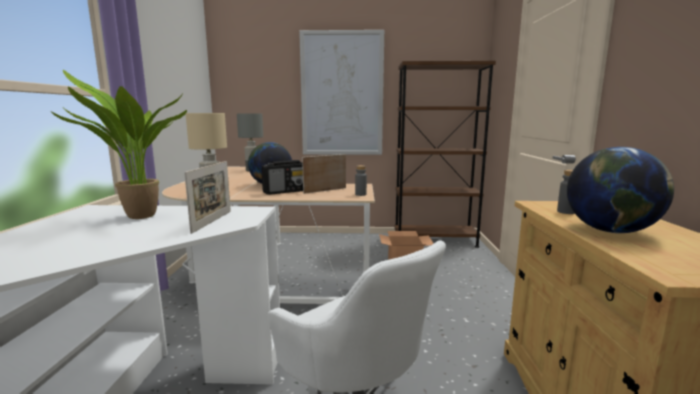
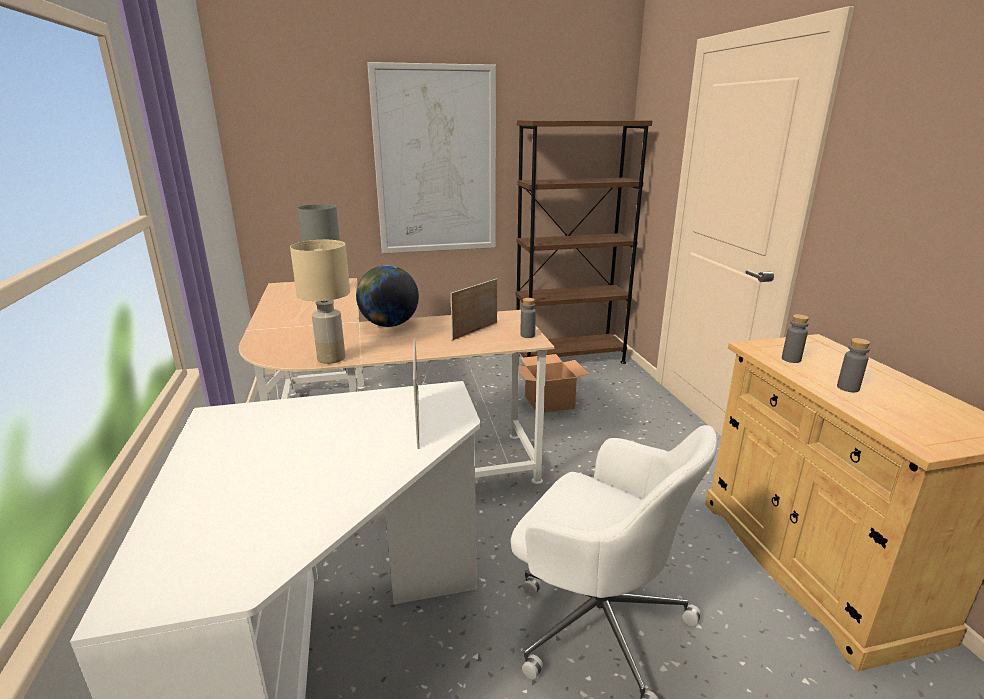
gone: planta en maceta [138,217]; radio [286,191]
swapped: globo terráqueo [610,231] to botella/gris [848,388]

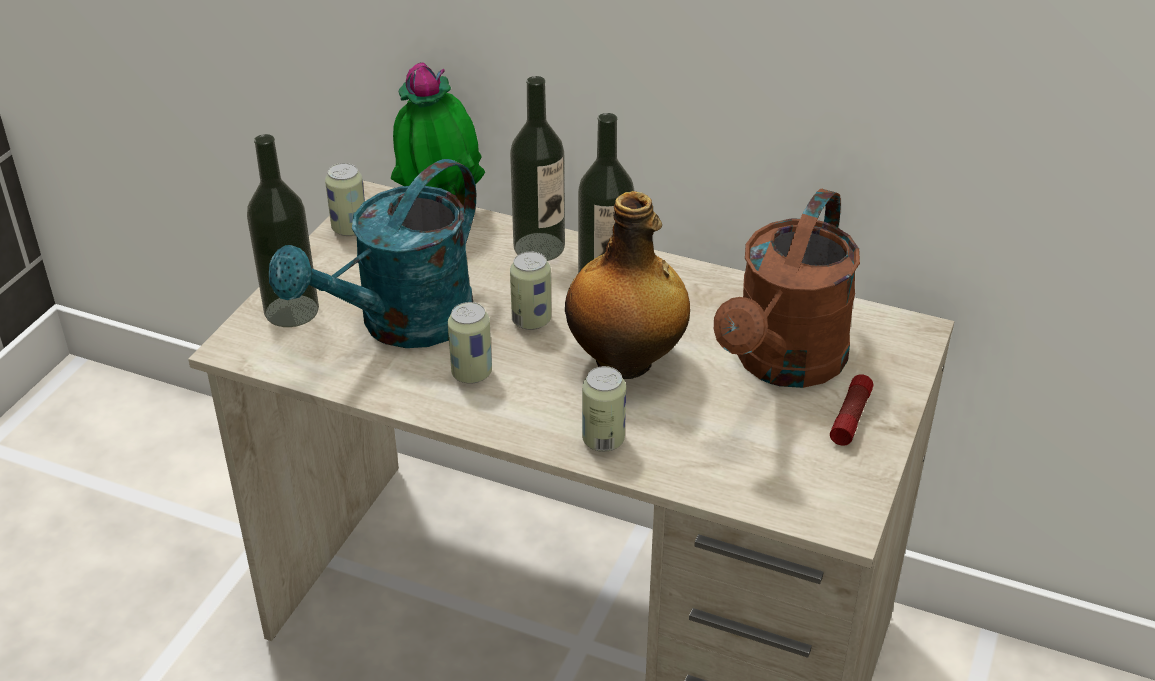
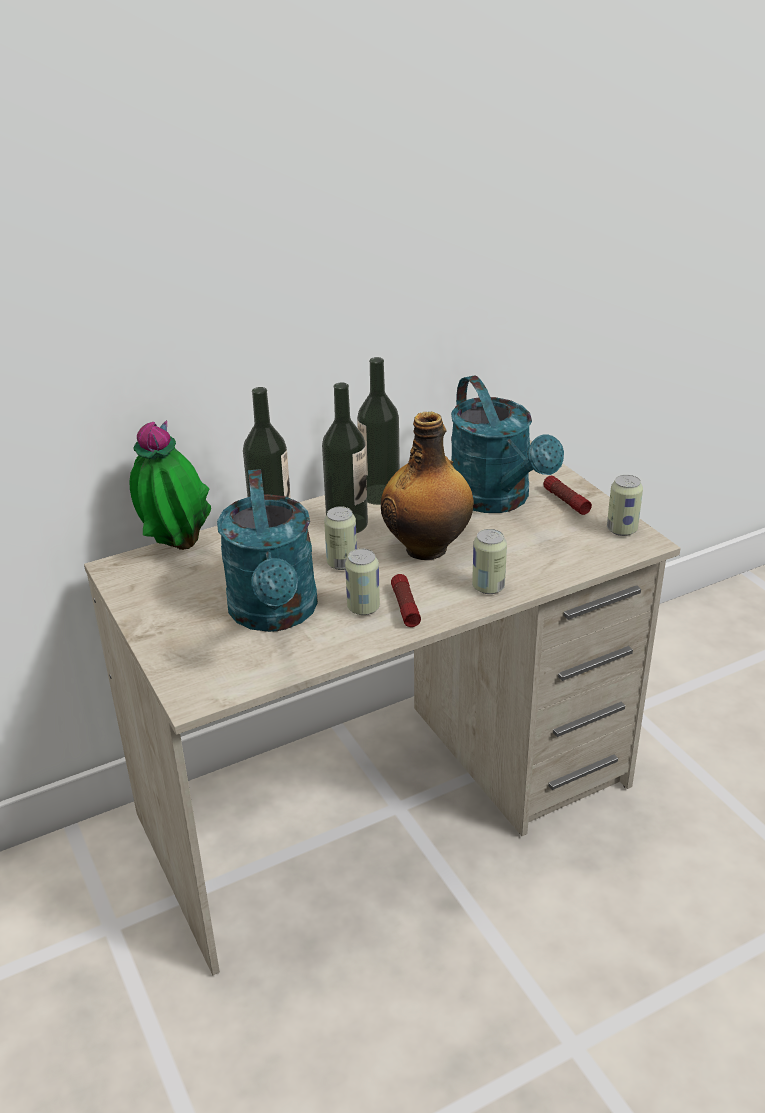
new: linterna [405,607]
shifted: botella [291,311] to [380,494]; lata [349,228] to [621,530]
repainted: regadera/marrón [783,365] to regadera/turquesa [497,500]

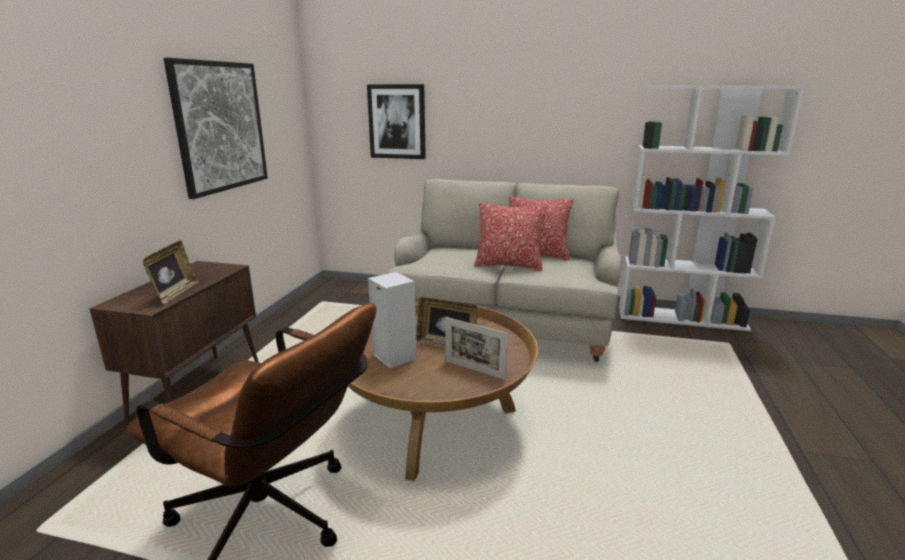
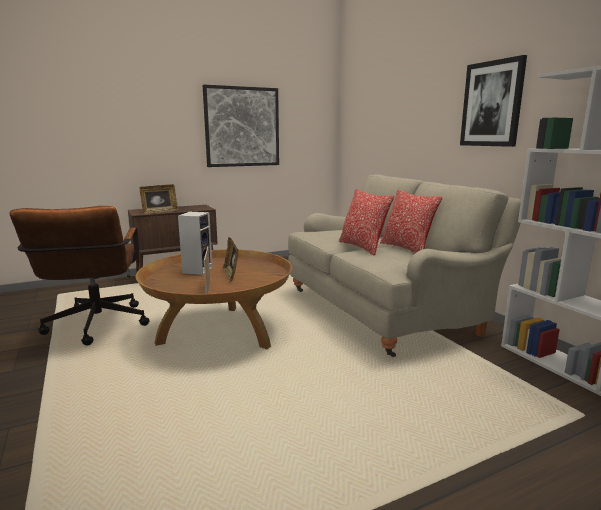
shifted: cuadro [397,122] to [492,104]

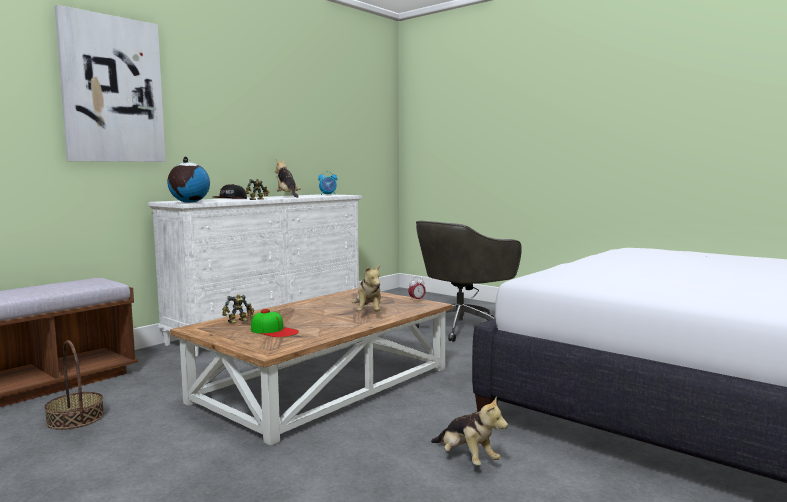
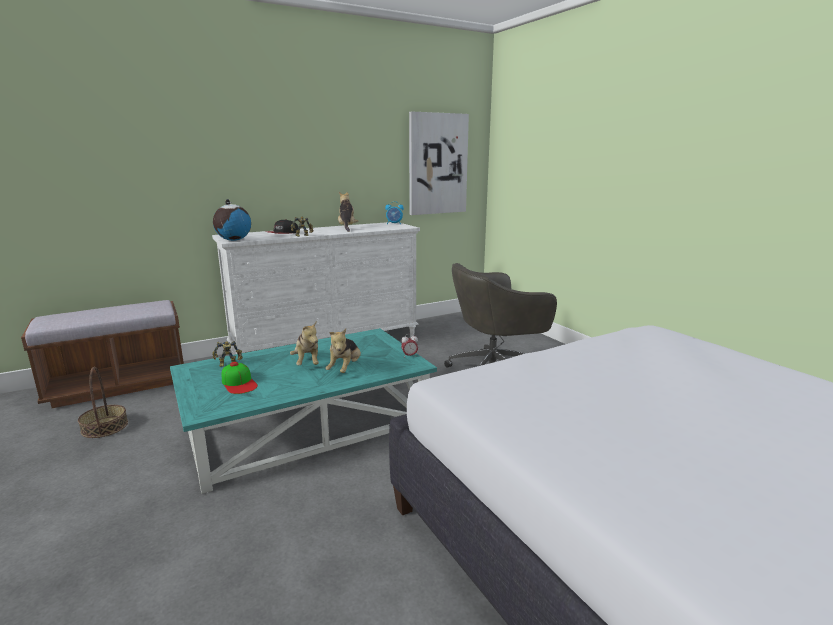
shifted: cuadro [112,90] to [437,164]; peluche [466,459] to [307,362]
repainted: mesa de centro/marrón [324,384] to mesa de centro/turquesa [308,425]

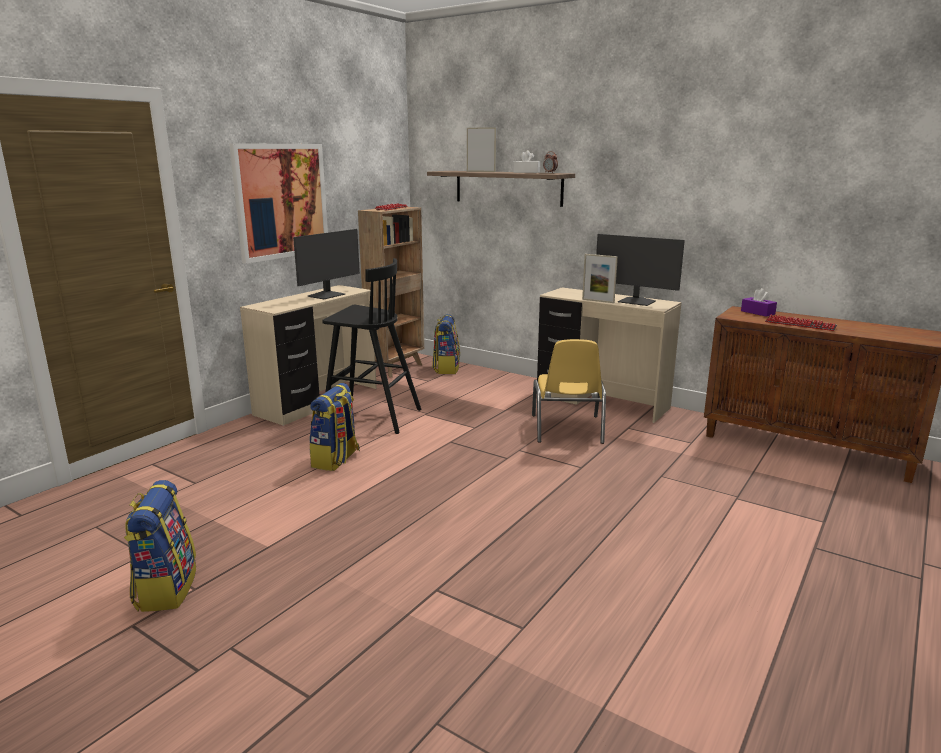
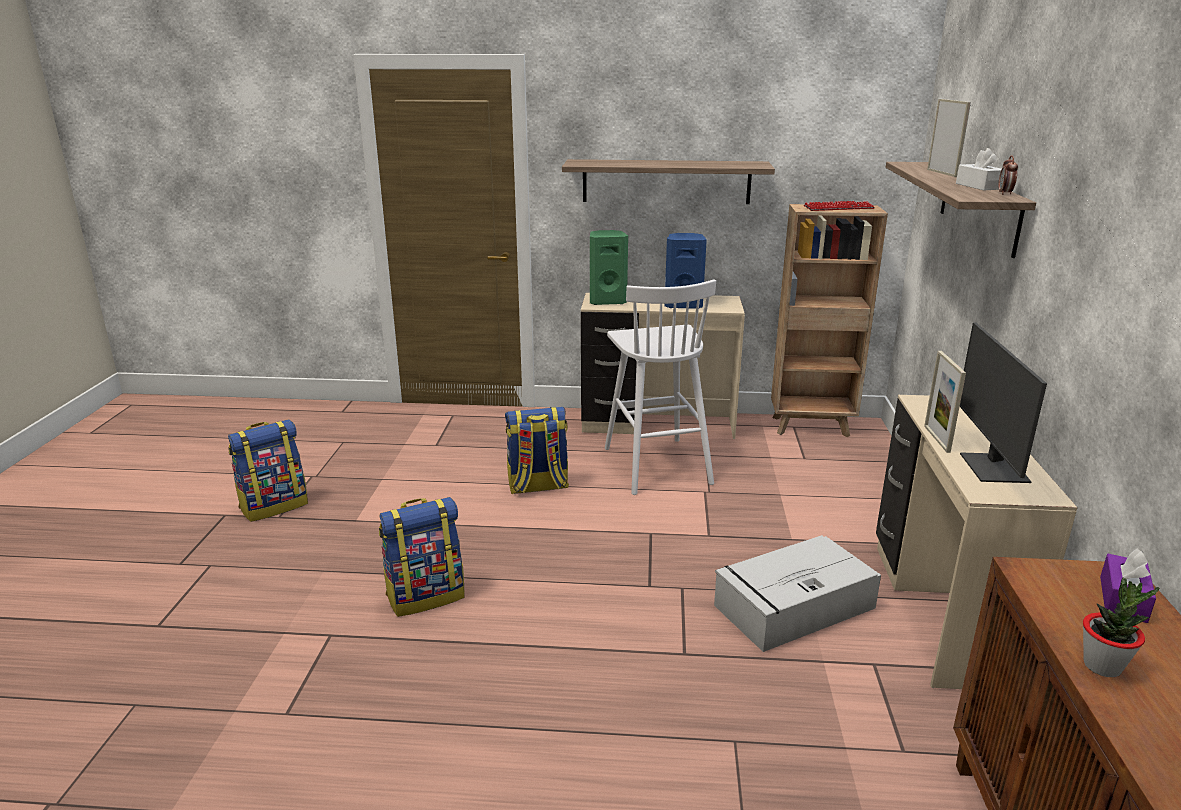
new: altavoz/verde [607,301]
shifted: mochila [446,368] to [426,596]
swapped: cuadro [281,201] to estante [666,181]; monitor [327,295] to altavoz/azul [683,305]; silla/amarillo [567,429] to caja de almacenaje/gris [792,607]; teclado [800,324] to planta en maceta [1102,666]
repainted: taburete/negro [370,417] to taburete/blanco [656,465]

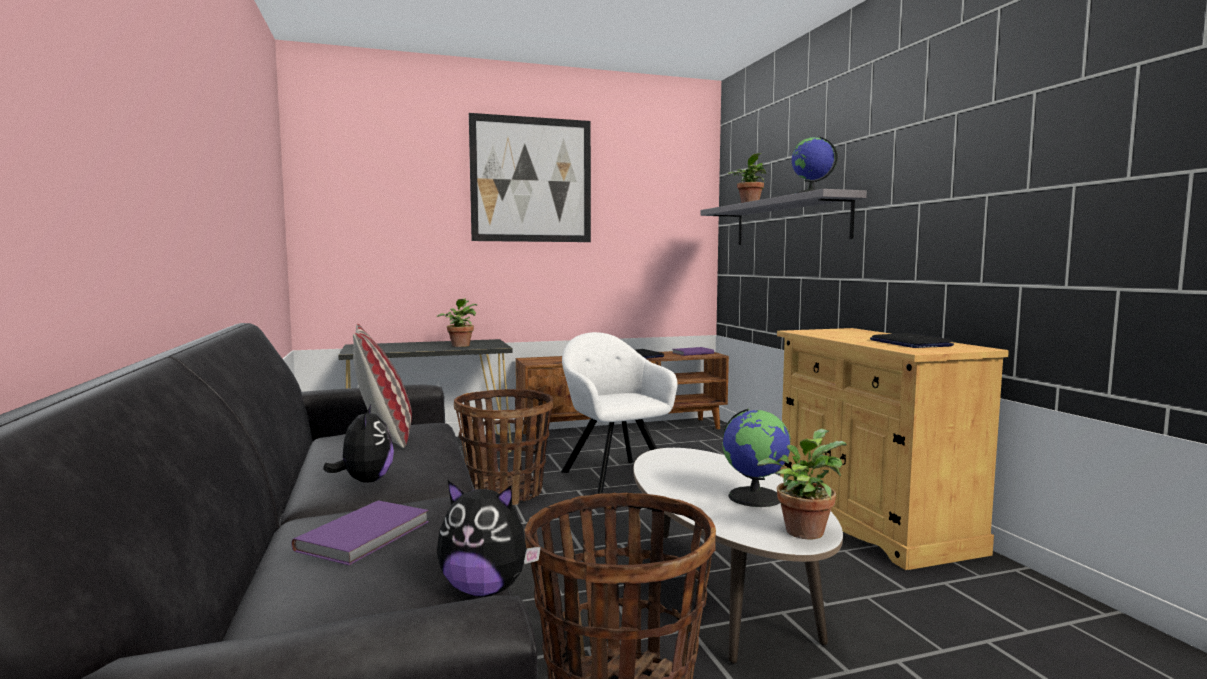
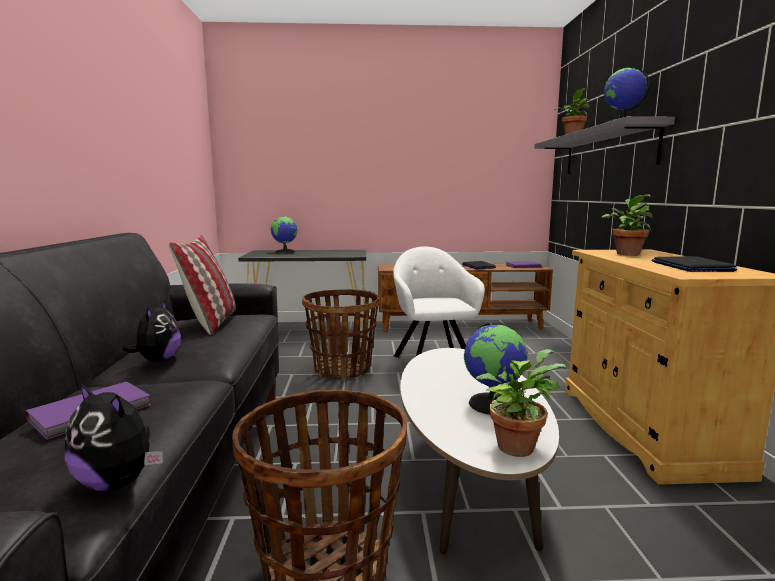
gone: cuadro [531,180]
new: globo terráqueo [285,252]
shifted: planta en maceta [460,345] to [626,254]

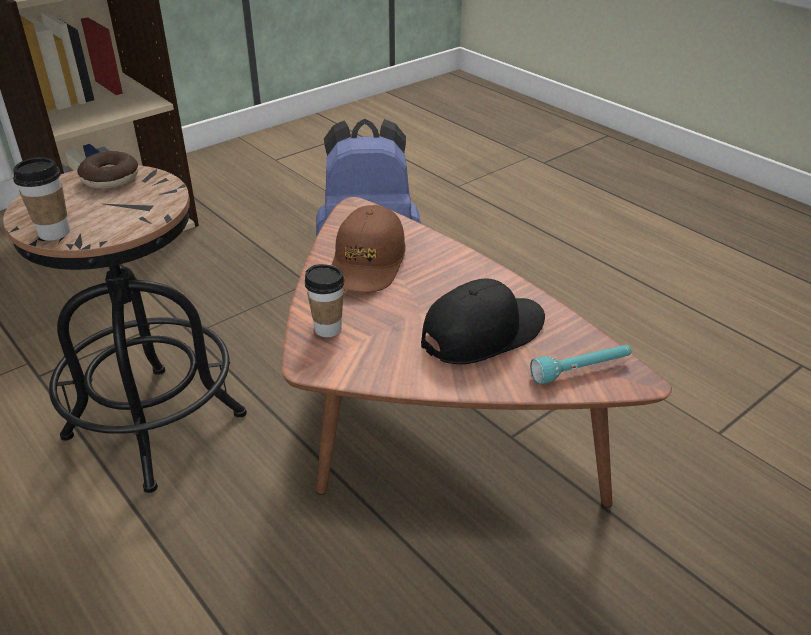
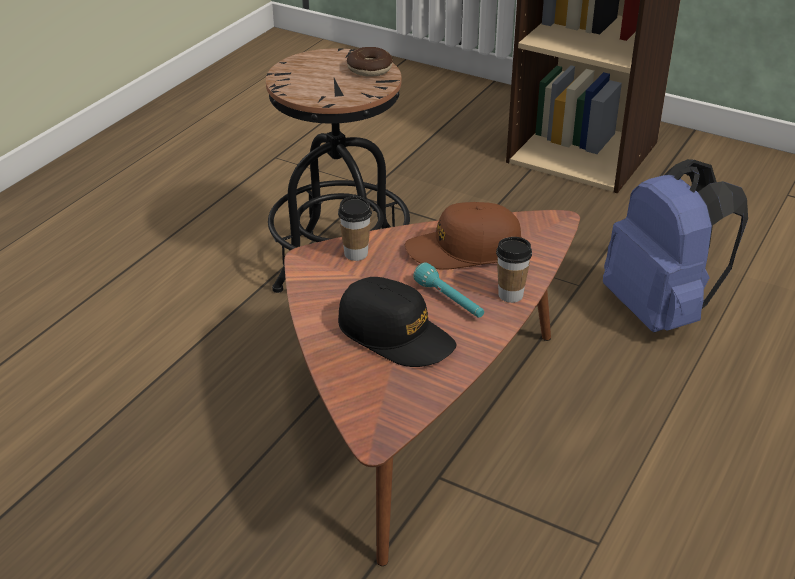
shifted: taza [54,233] to [510,295]; linterna/turquesa [581,370] to [450,301]

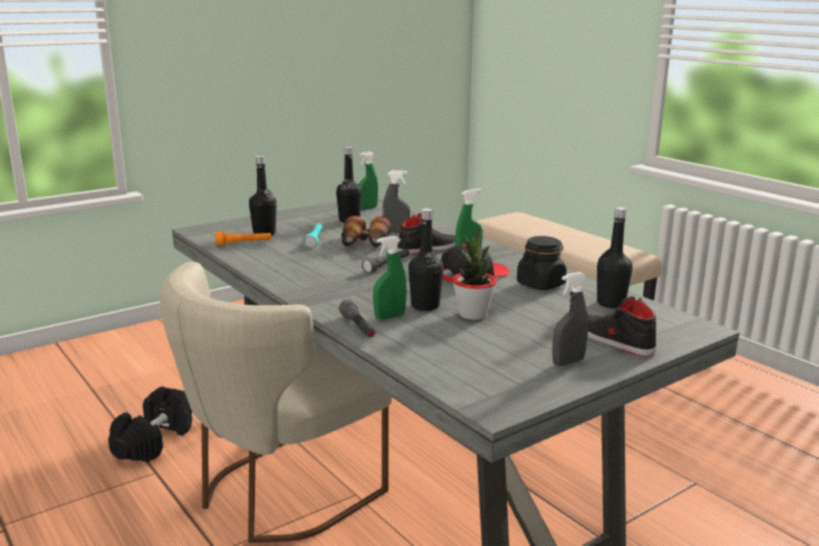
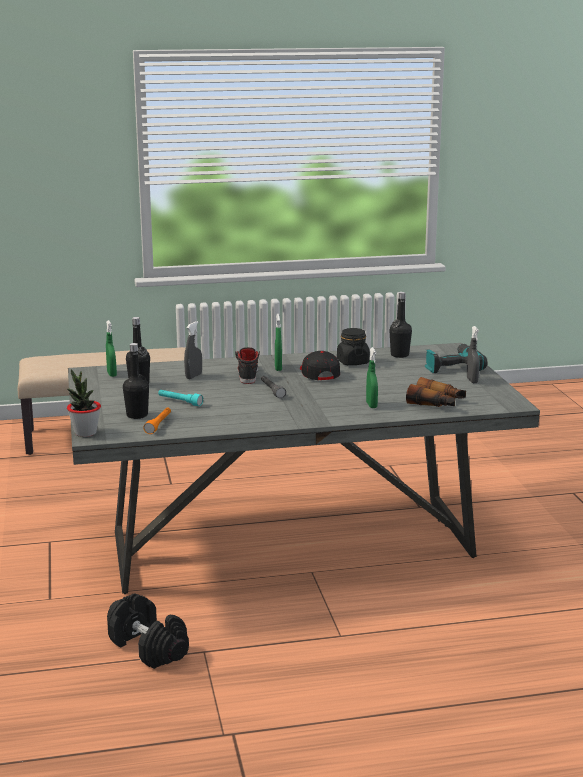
gone: silla/beis [278,496]; linterna/gris [358,328]; botella/negro [425,306]
shifted: prismáticos [364,244] to [437,403]; planta en maceta [473,314] to [85,433]
swapped: zapato/negro [613,340] to taladro [452,366]

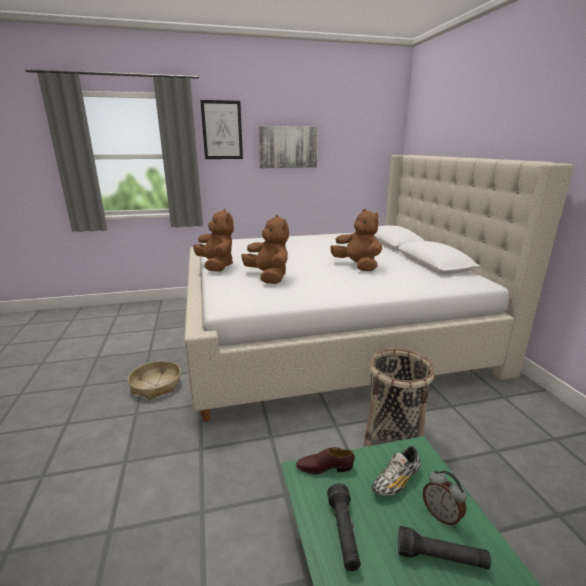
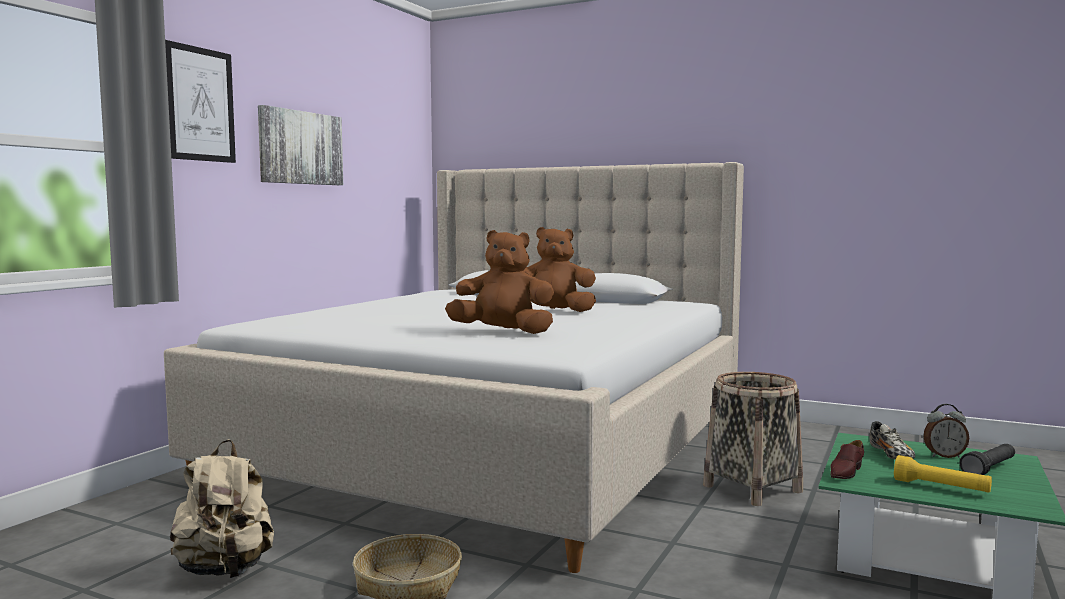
gone: peluche/marrón [216,266]
new: mochila/beis [225,570]
repainted: linterna/negro [343,533] to linterna/amarillo [941,488]

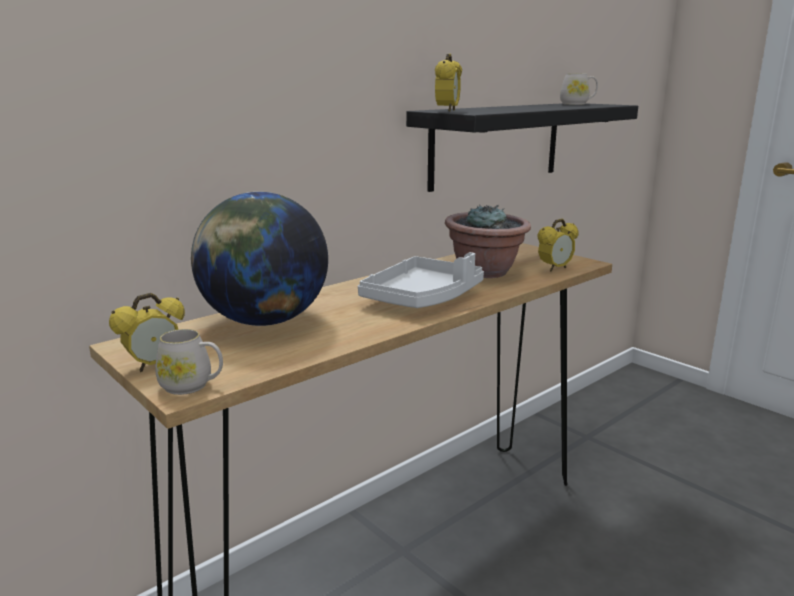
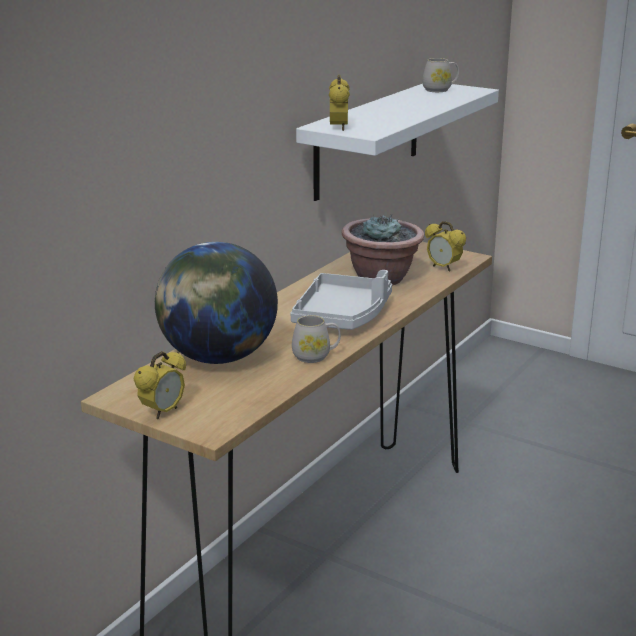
shifted: taza grande/blanco [192,386] to [316,356]
repainted: estante/negro [496,144] to estante/blanco [367,139]
rotated: despertador [555,269] = [443,268] 90 degrees clockwise

